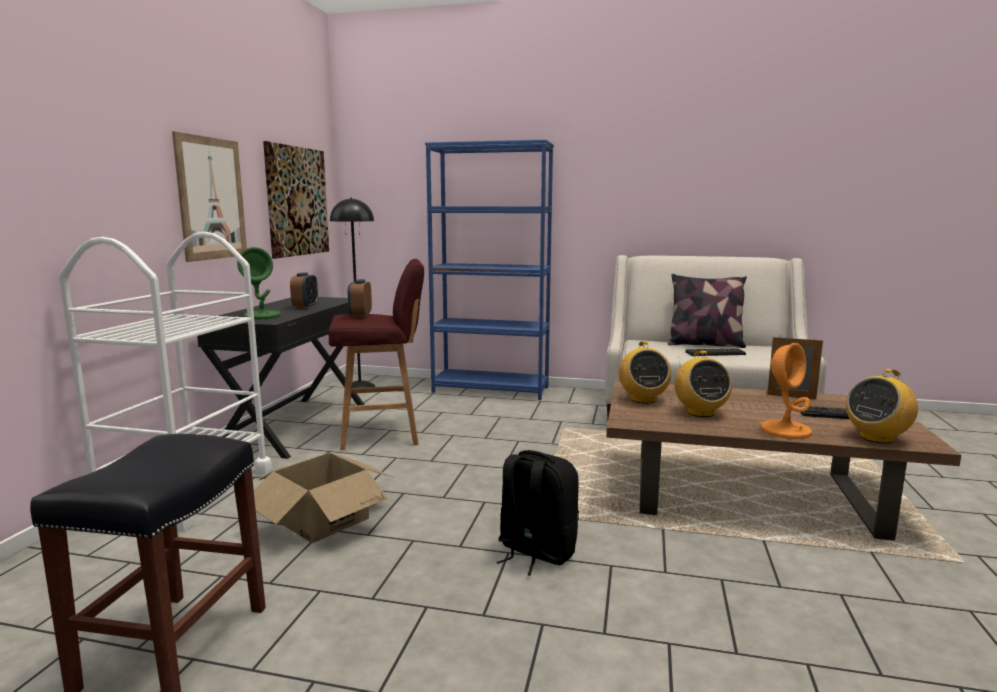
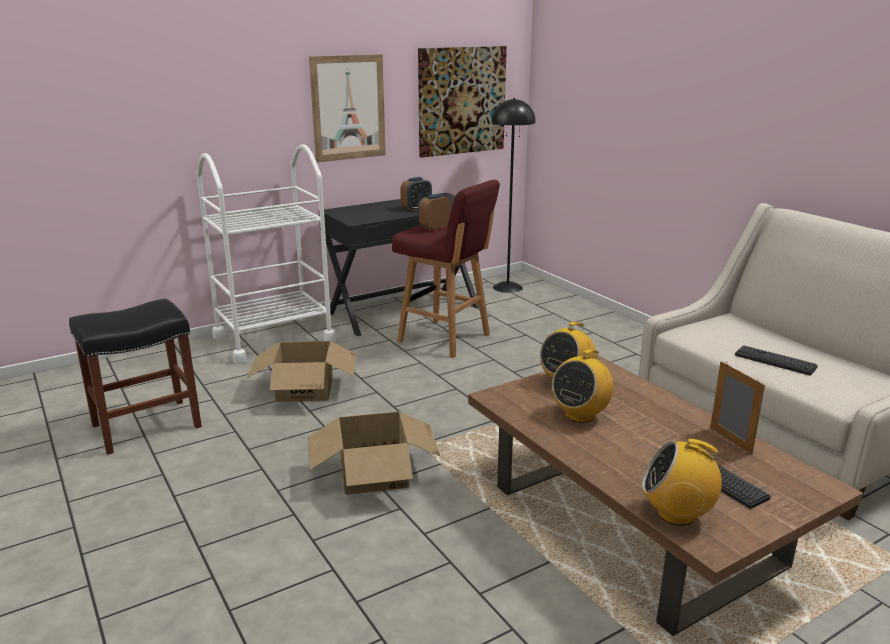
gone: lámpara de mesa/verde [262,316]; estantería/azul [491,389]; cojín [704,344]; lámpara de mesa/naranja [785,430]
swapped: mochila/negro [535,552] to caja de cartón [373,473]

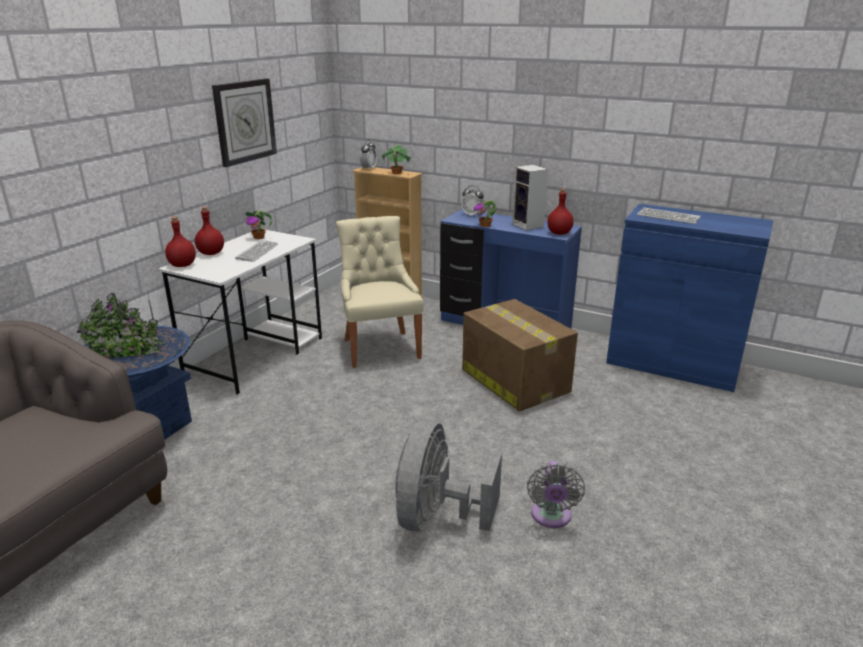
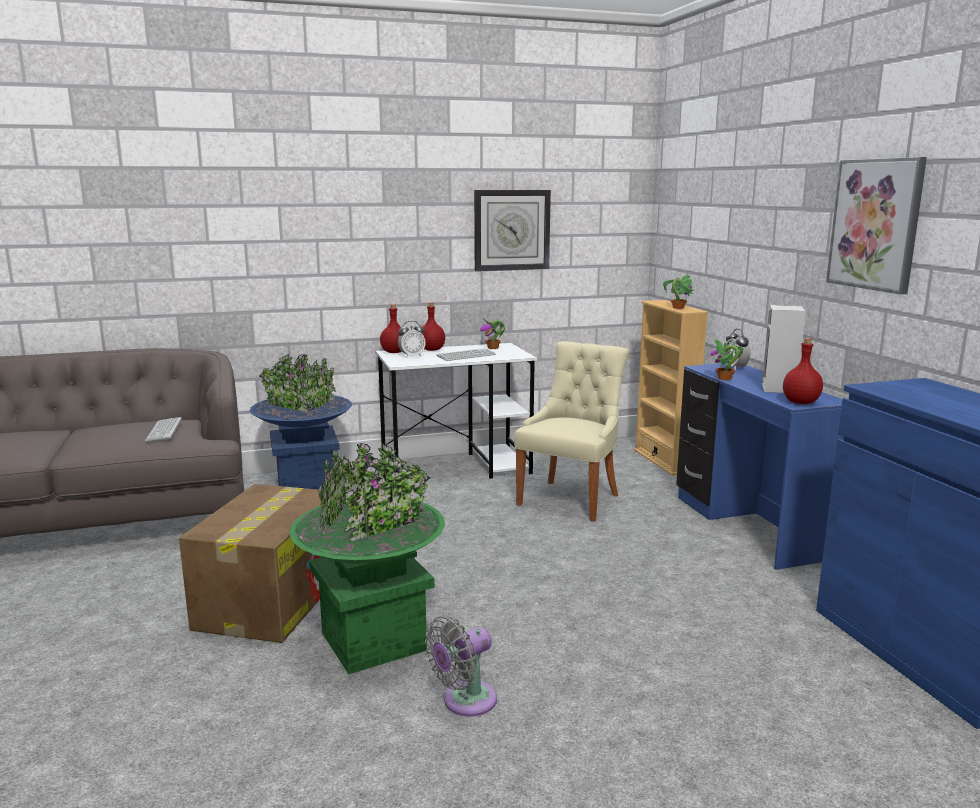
new: cuadro [876,224]
shifted: despertador [368,168] to [412,356]; caja de cartón [514,380] to [271,599]; teclado [668,217] to [164,431]
swapped: ventilador/gris [437,517] to maceta/verde [373,642]

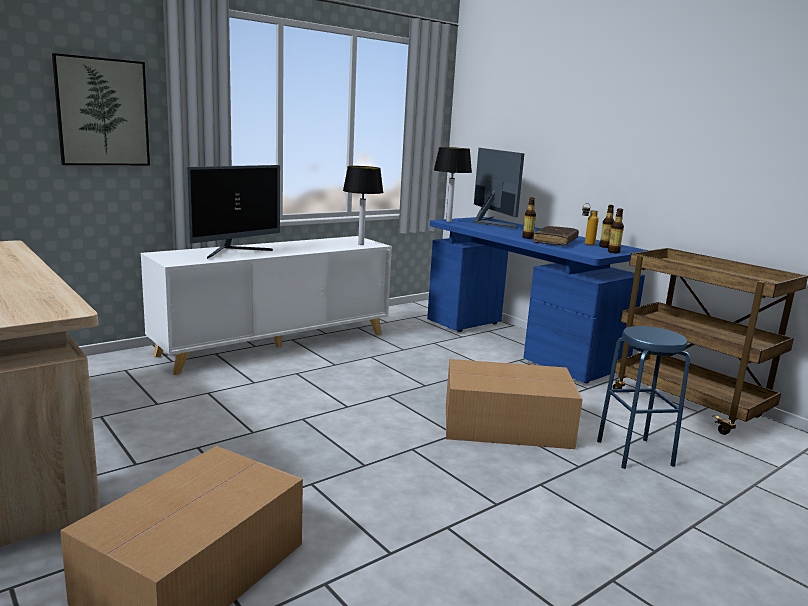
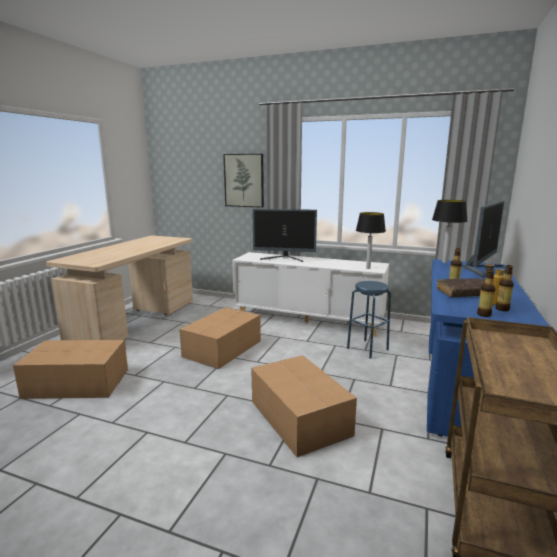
new: caja de cartón [224,348]
shifted: taburete/azul [634,453] to [367,349]

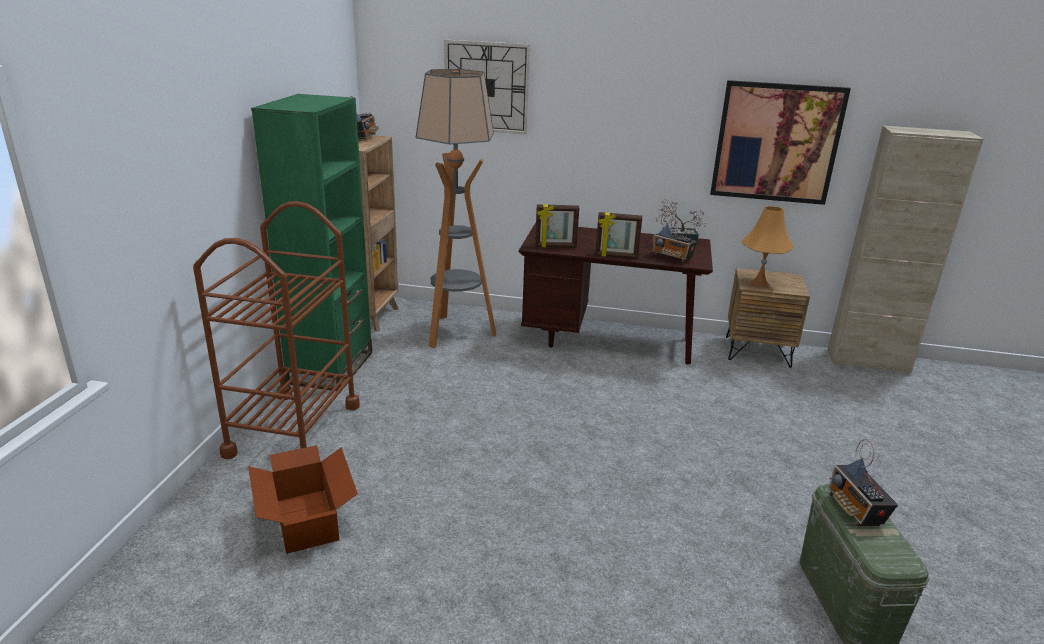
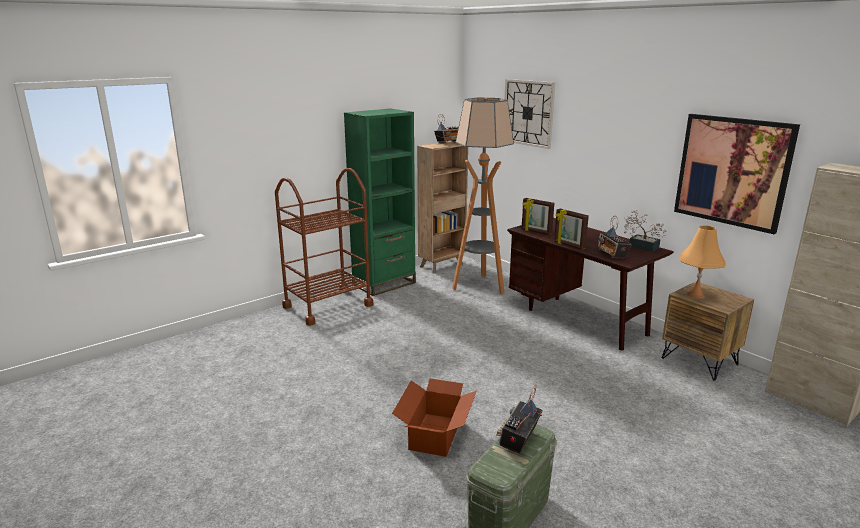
shifted: caja de cartón [307,520] to [436,434]

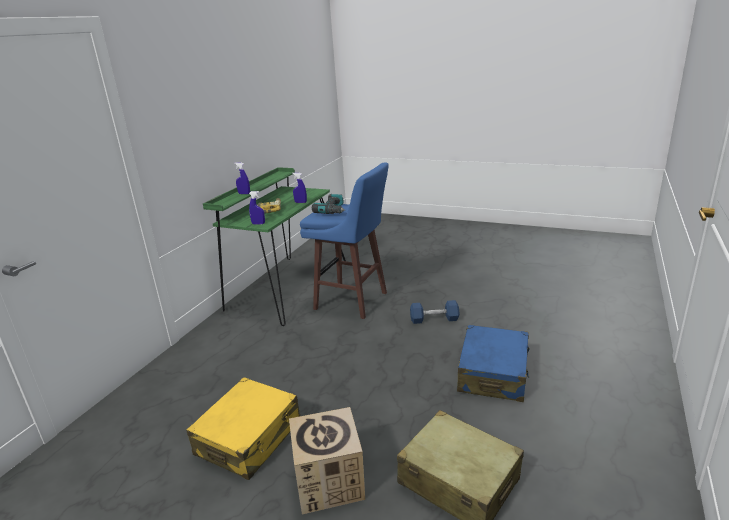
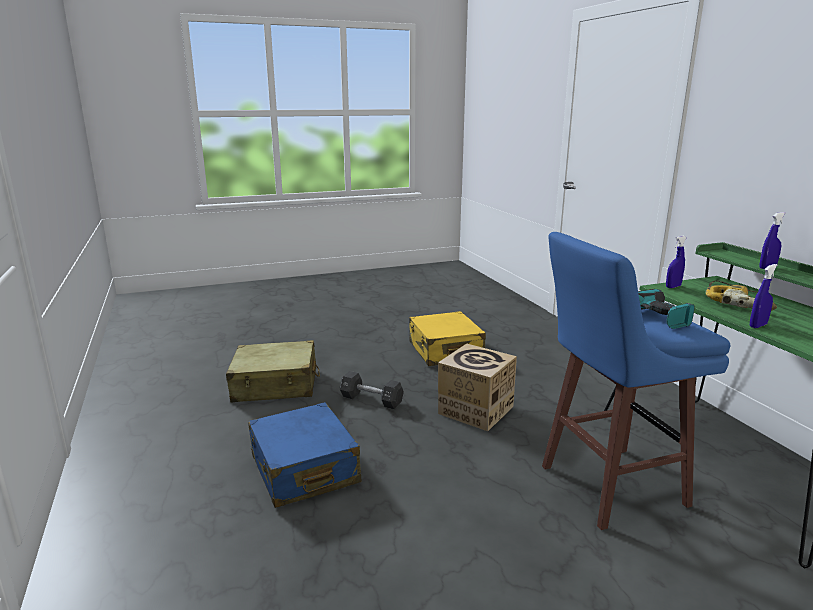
gone: mancuerna/azul [434,319]
new: mancuerna/negro [371,400]
shifted: caja de cartón [329,481] to [475,410]

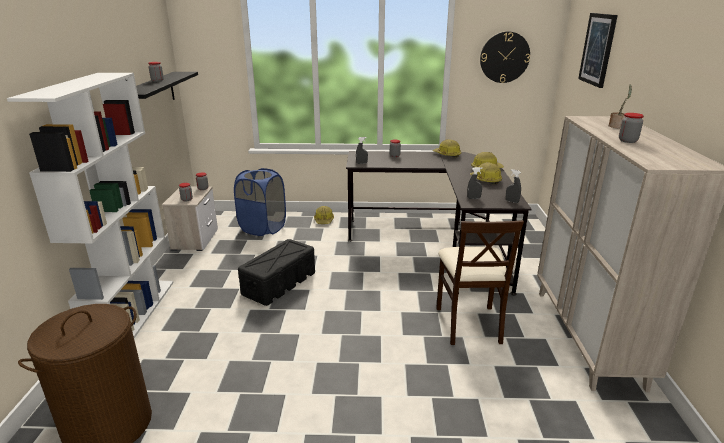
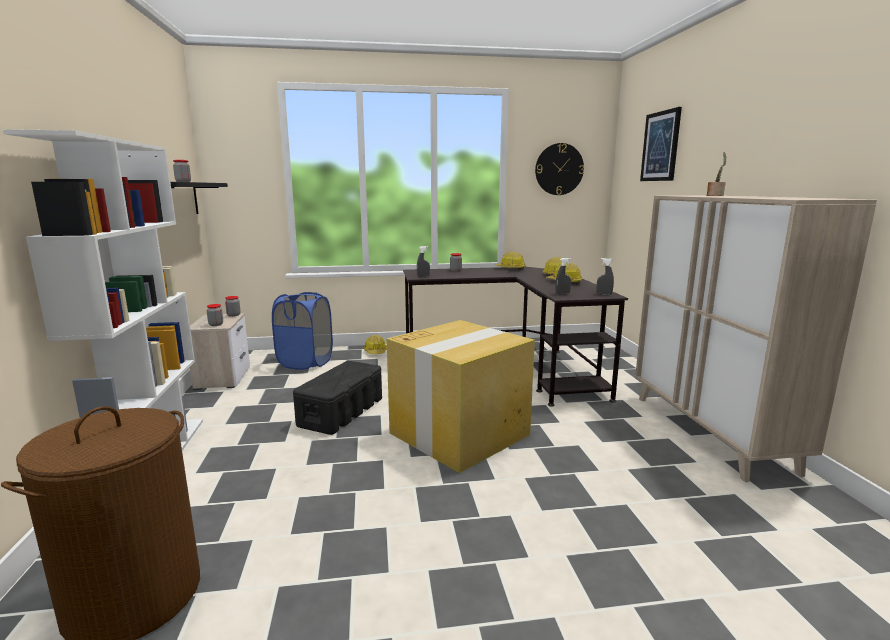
gone: silla/beis [469,324]; tarro [627,141]
new: caja de cartón [460,433]

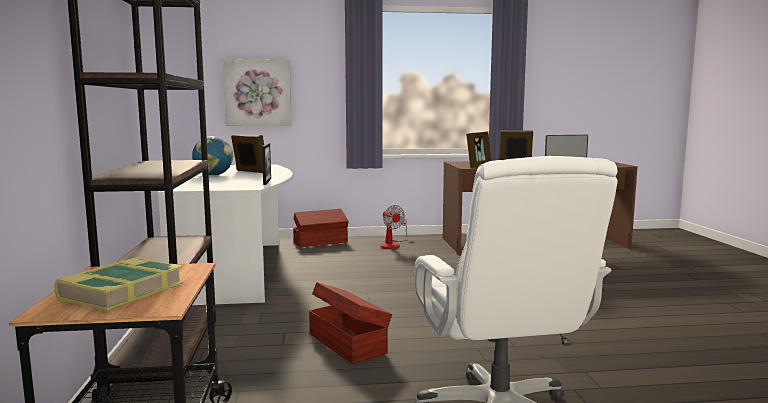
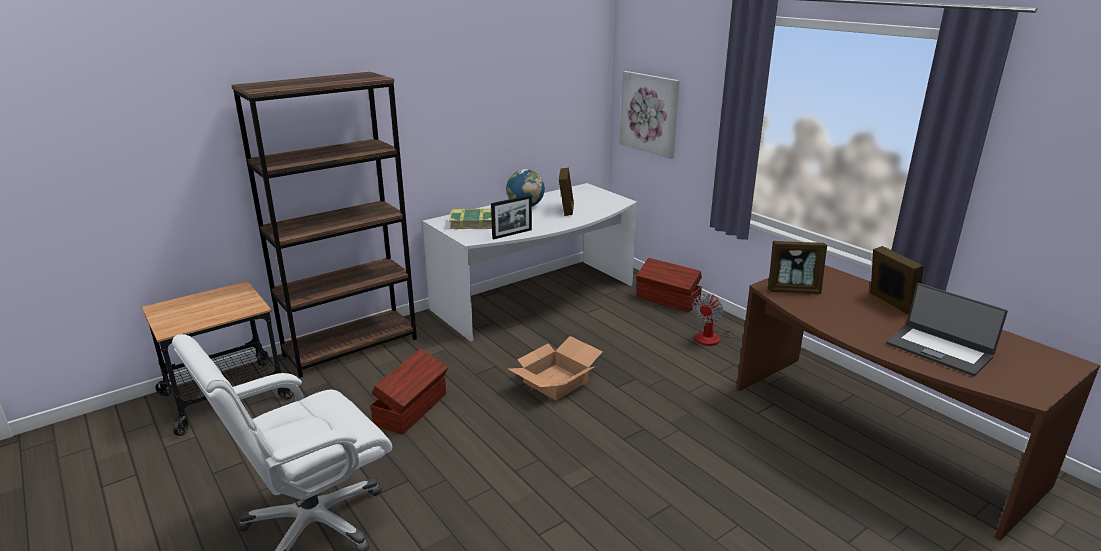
new: caja de cartón [555,381]
shifted: libro [121,292] to [472,223]

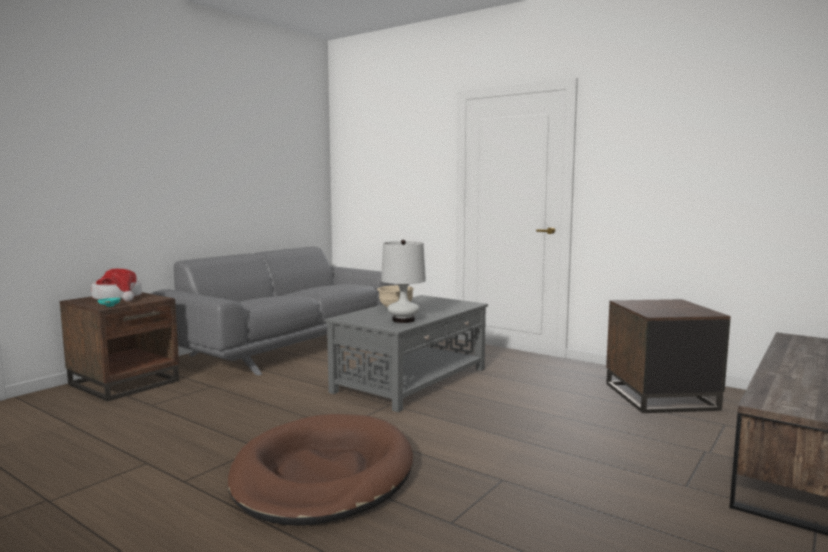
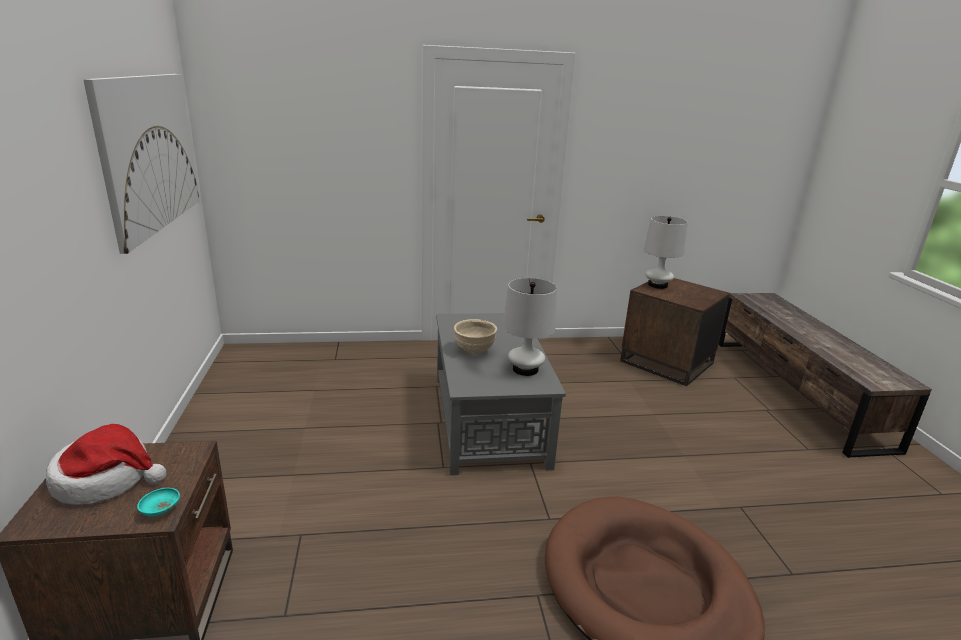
gone: sofá/gris [286,346]
new: cuadro [150,153]; lámpara de mesa/blanco [657,285]

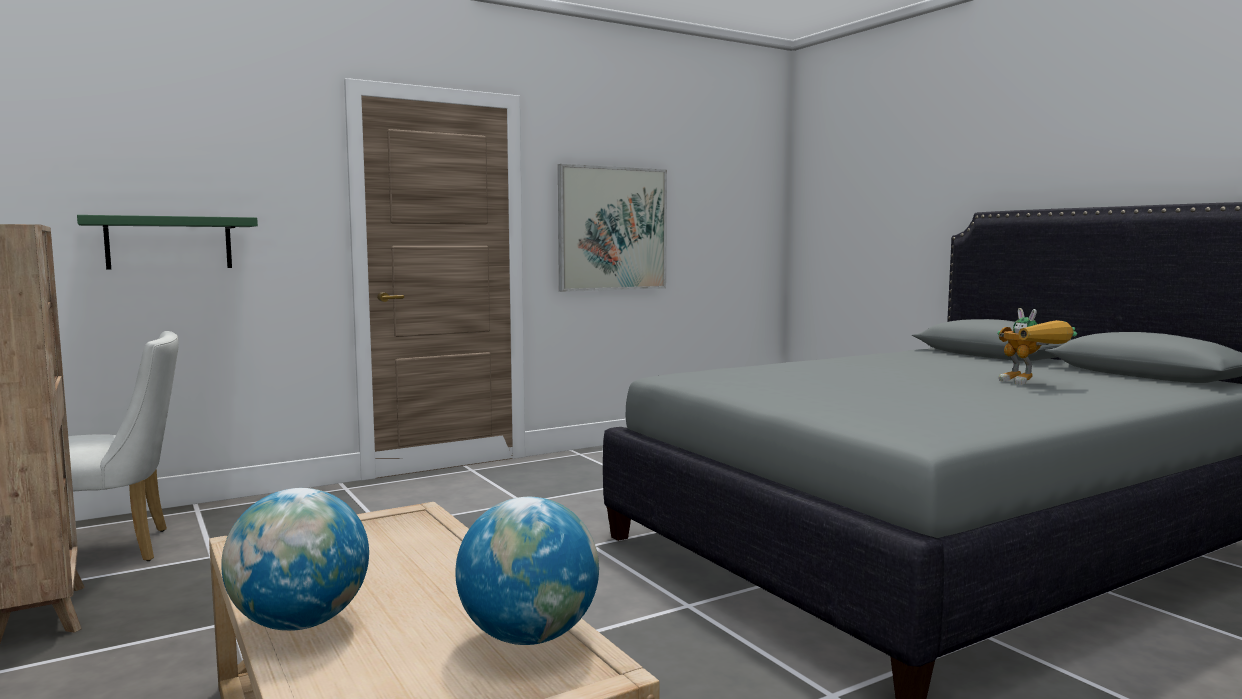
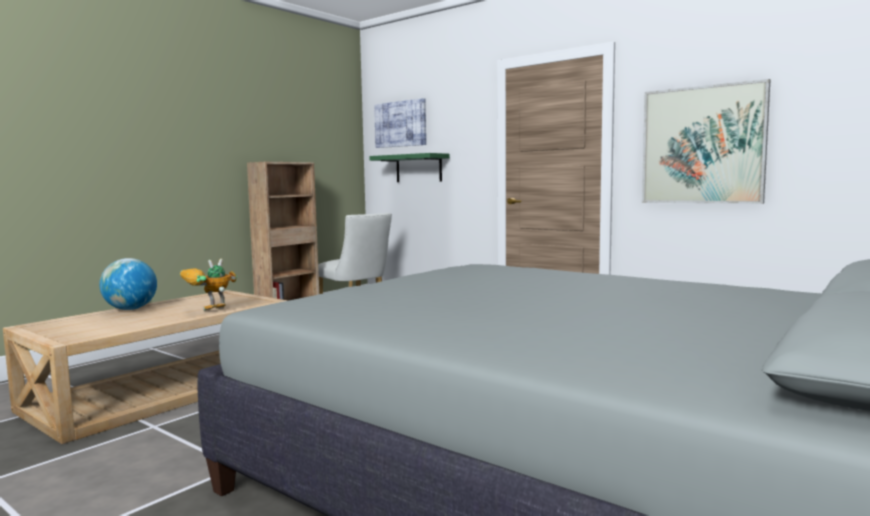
gone: globo terráqueo [528,637]
new: cuadro [400,124]
shifted: robot de juguete [1031,383] to [209,312]

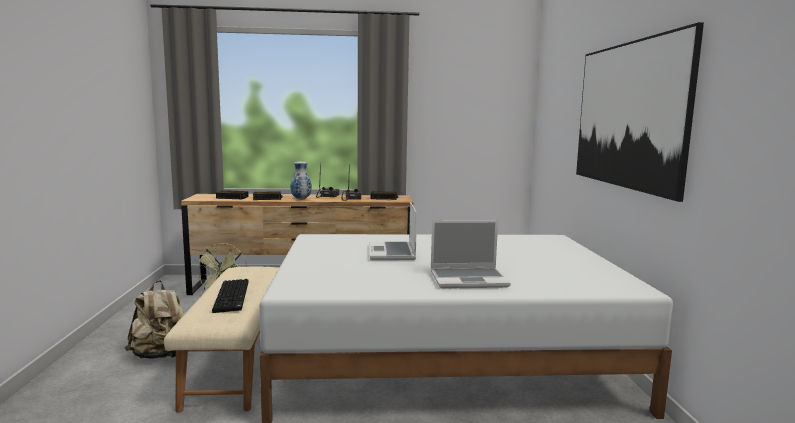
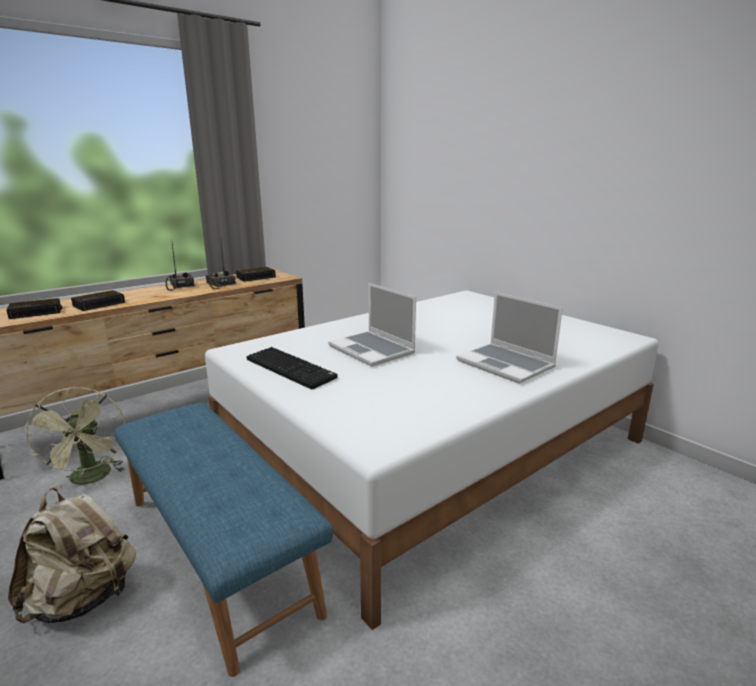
gone: florero [300,199]; cuadro [627,115]
shifted: teclado [233,297] to [292,368]
repainted: banco/beis [239,361] to banco/azul [220,551]
rotated: portátil [469,279] = [506,364] 90 degrees clockwise

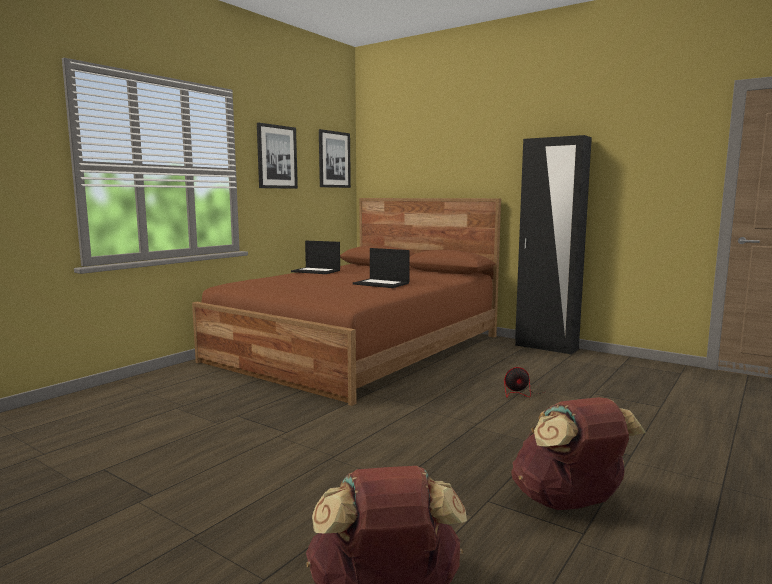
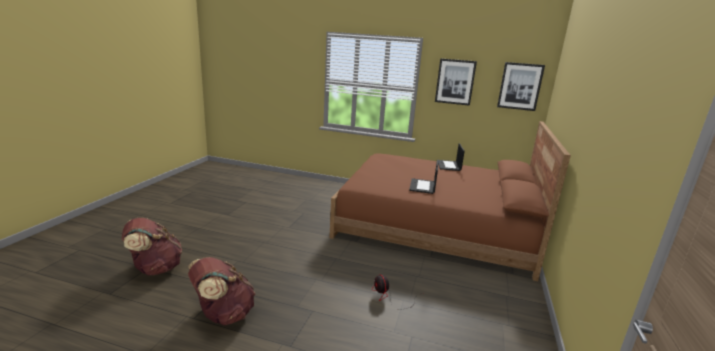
gone: armario ropero/negro [546,347]

